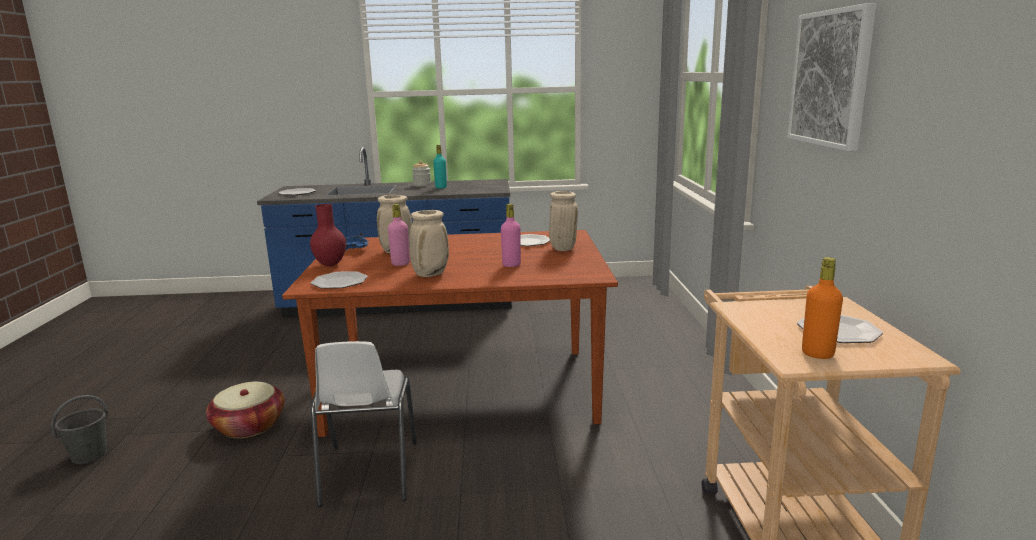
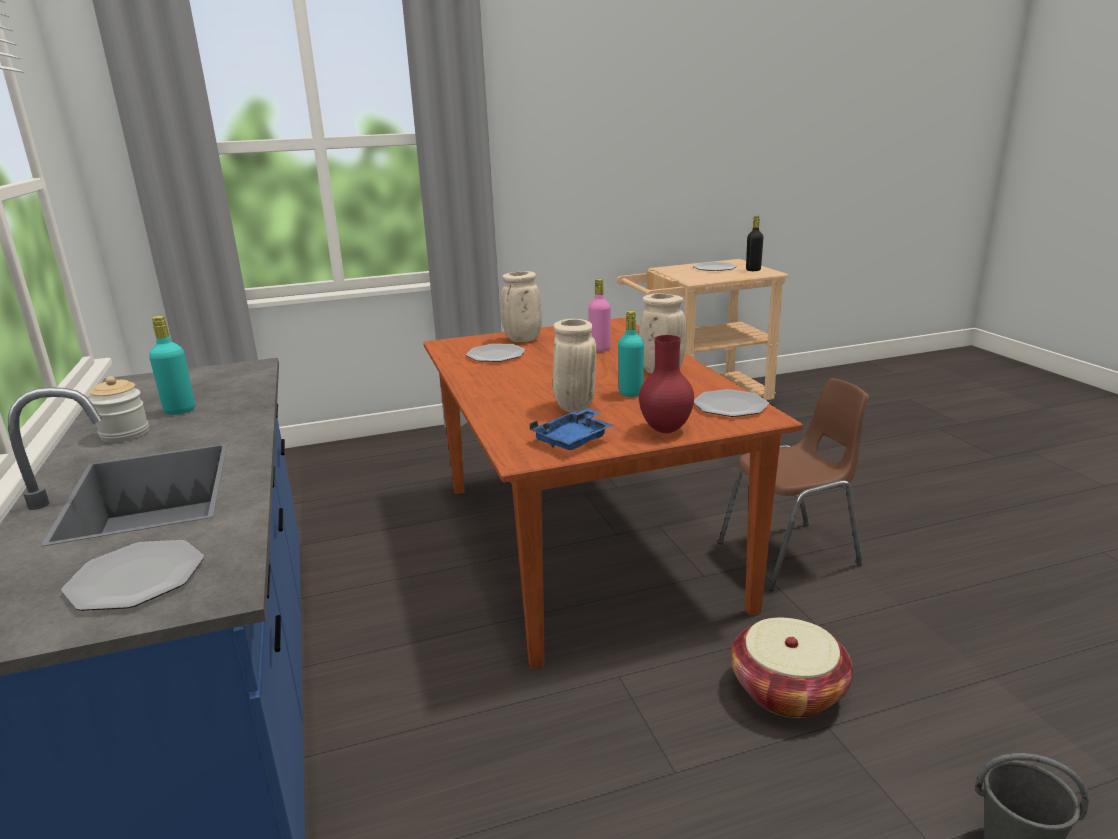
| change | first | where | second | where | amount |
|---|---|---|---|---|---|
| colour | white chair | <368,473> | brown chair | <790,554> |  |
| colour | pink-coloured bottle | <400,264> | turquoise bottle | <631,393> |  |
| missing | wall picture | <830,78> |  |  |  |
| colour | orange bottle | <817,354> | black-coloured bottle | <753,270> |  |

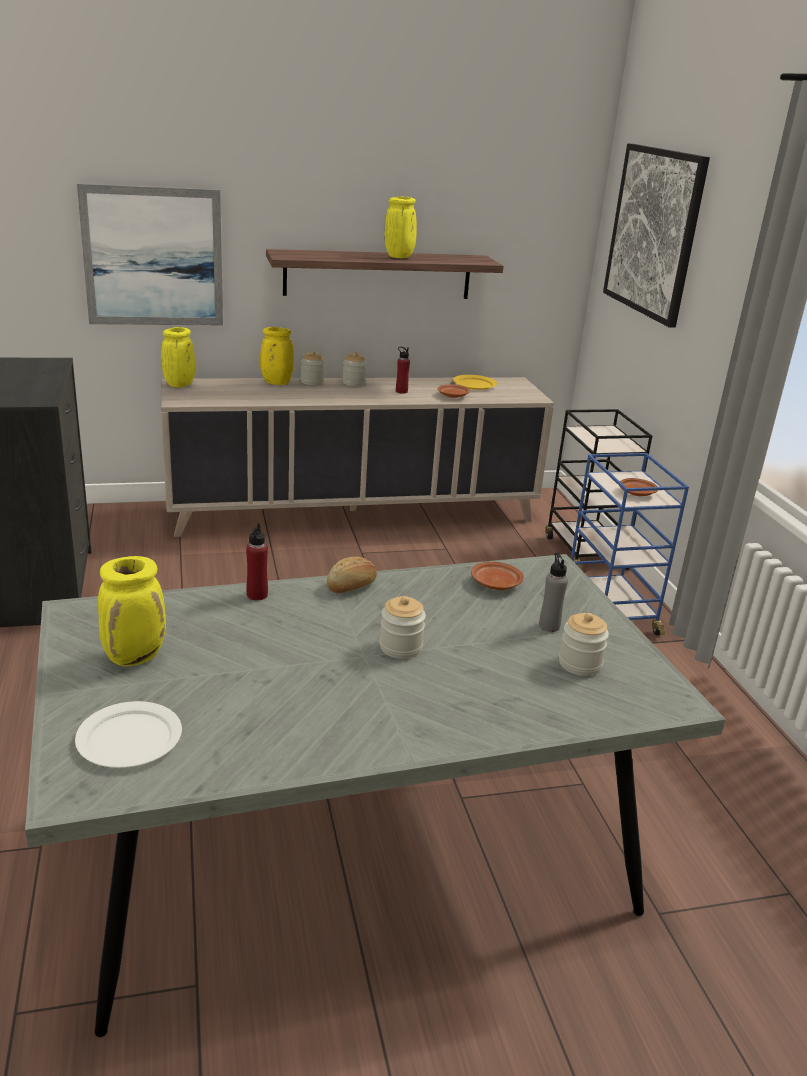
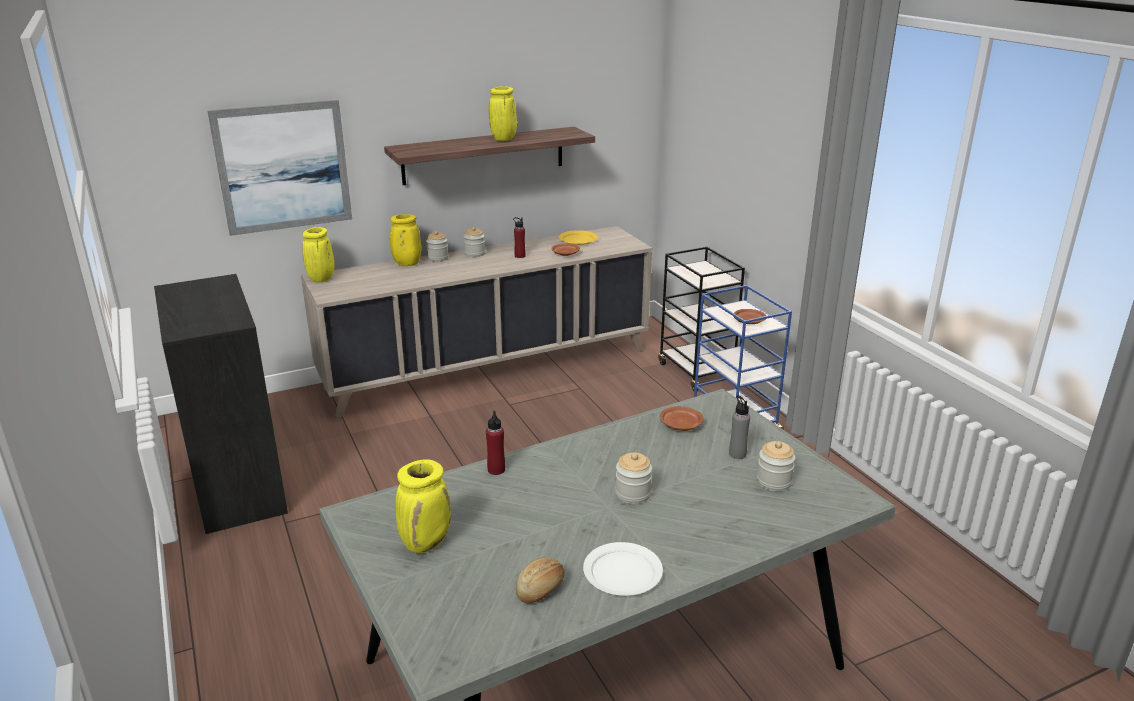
| change | first | where | second | where | amount |
|---|---|---|---|---|---|
| relocated | white flat dish | <130,738> |  | <623,571> |  |
| relocated | bread | <352,586> |  | <541,589> |  |
| missing | wall picture | <654,232> |  |  |  |

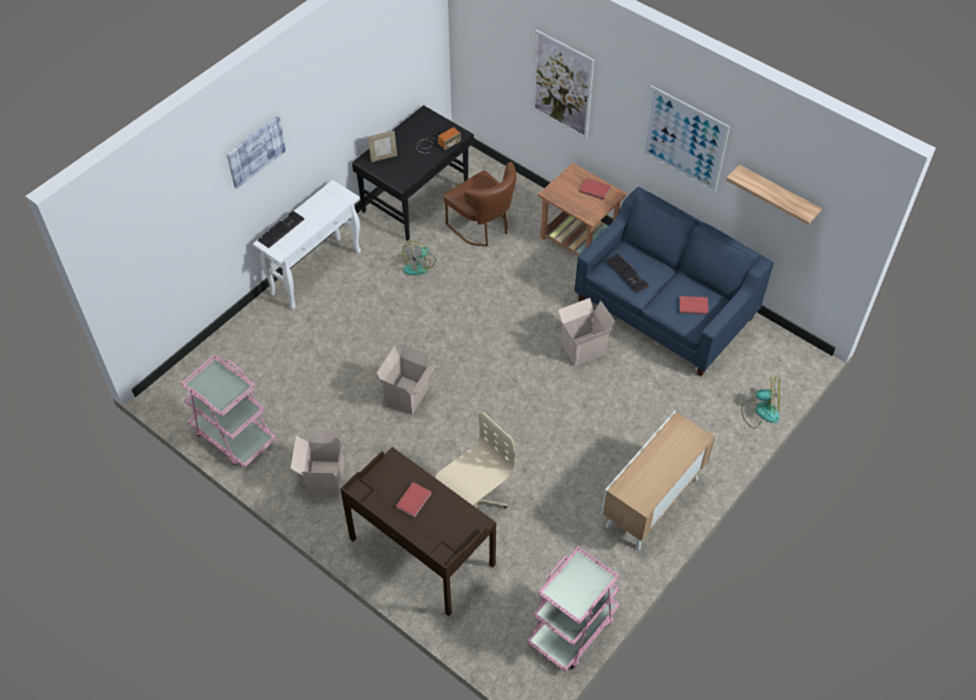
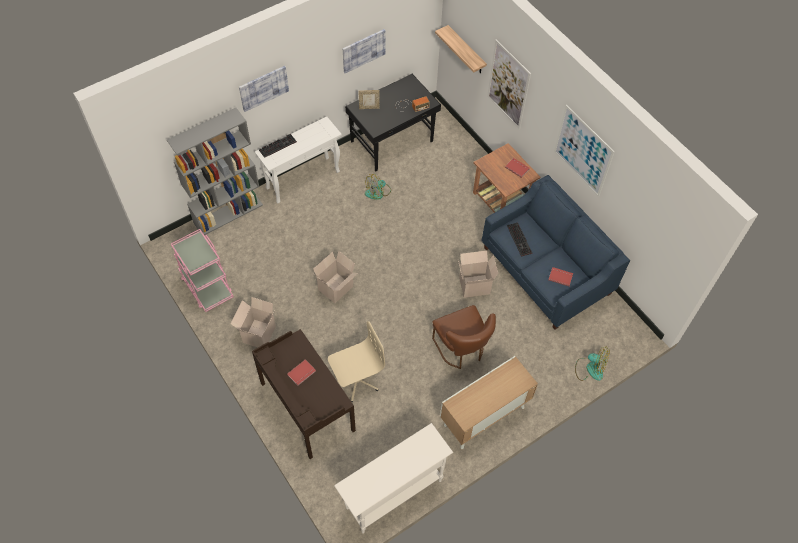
| change | first | where | second | where | amount |
|---|---|---|---|---|---|
| relocated | brown chair | <482,227> |  | <461,349> |  |
| exchanged | pink-coloured cart | <572,629> | white hall table | <393,494> |  |
| relocated | shelf | <777,195> |  | <466,50> |  |
| appeared |  |  | grey shelving unit | <228,213> |  |
| appeared |  |  | wall picture | <363,50> |  |

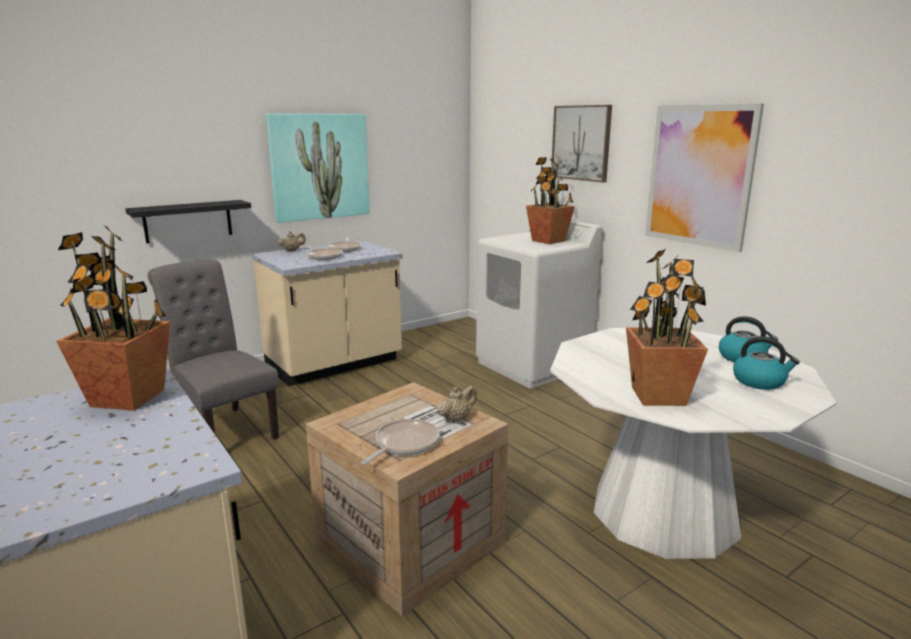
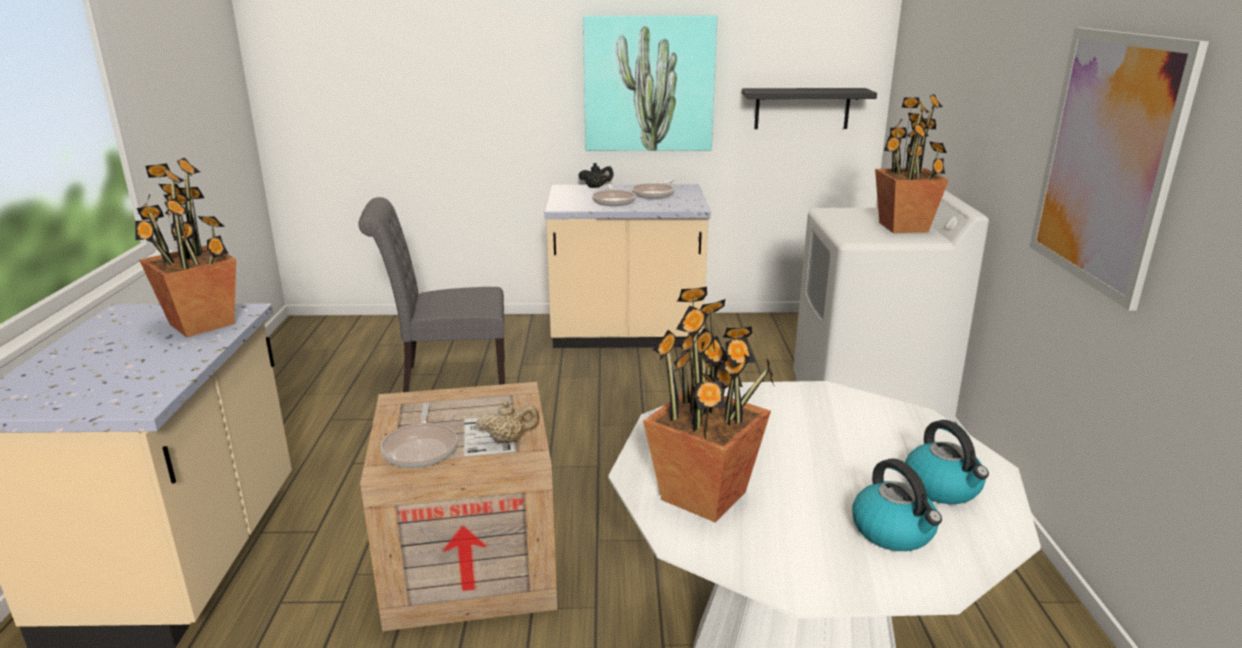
| change | first | where | second | where | amount |
|---|---|---|---|---|---|
| relocated | black-coloured shelf | <188,221> |  | <802,108> |  |
| spun | grey chair | <224,430> |  | <447,378> | 90 degrees counterclockwise |
| colour | sand-coloured tea pot | <292,251> | black-coloured tea pot | <596,187> |  |
| spun | pan | <404,444> |  | <421,448> | 105 degrees clockwise |
| missing | wall picture | <581,143> |  |  |  |

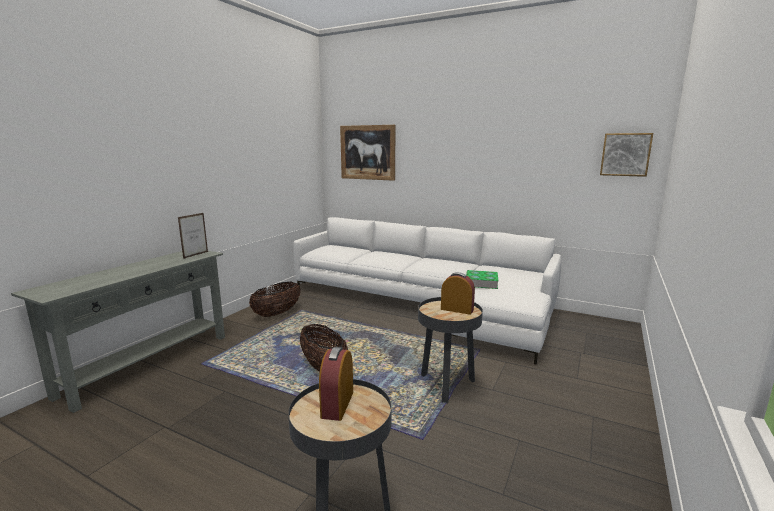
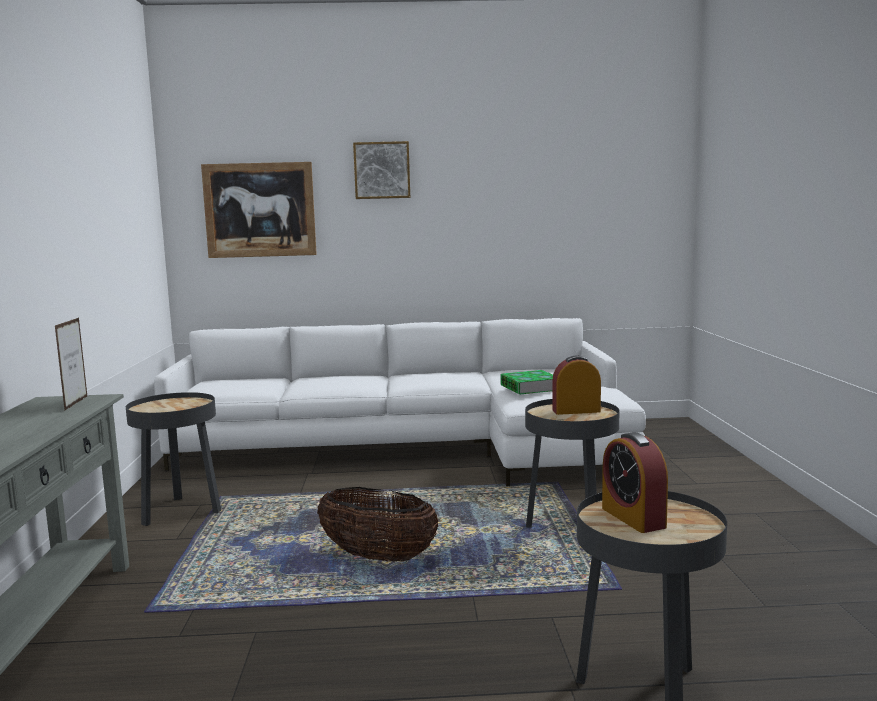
| change | first | where | second | where | amount |
|---|---|---|---|---|---|
| exchanged | storage basket | <277,313> | black-coloured side table | <181,511> |  |
| relocated | wall picture | <625,154> |  | <382,170> |  |

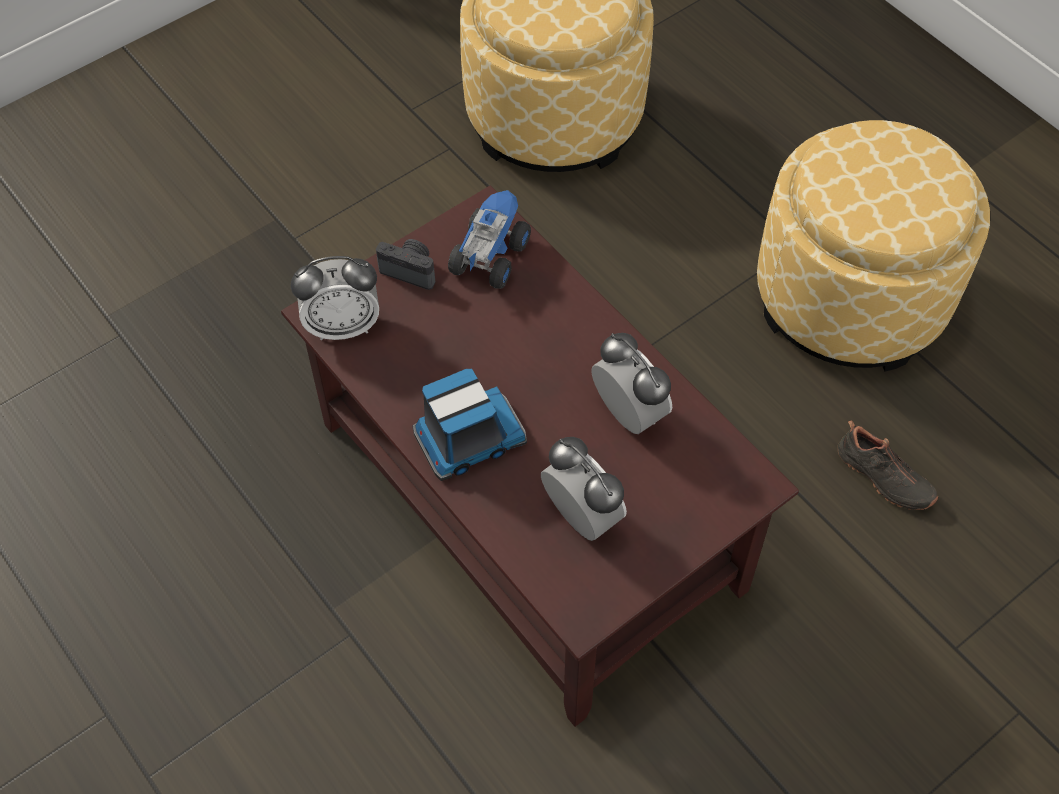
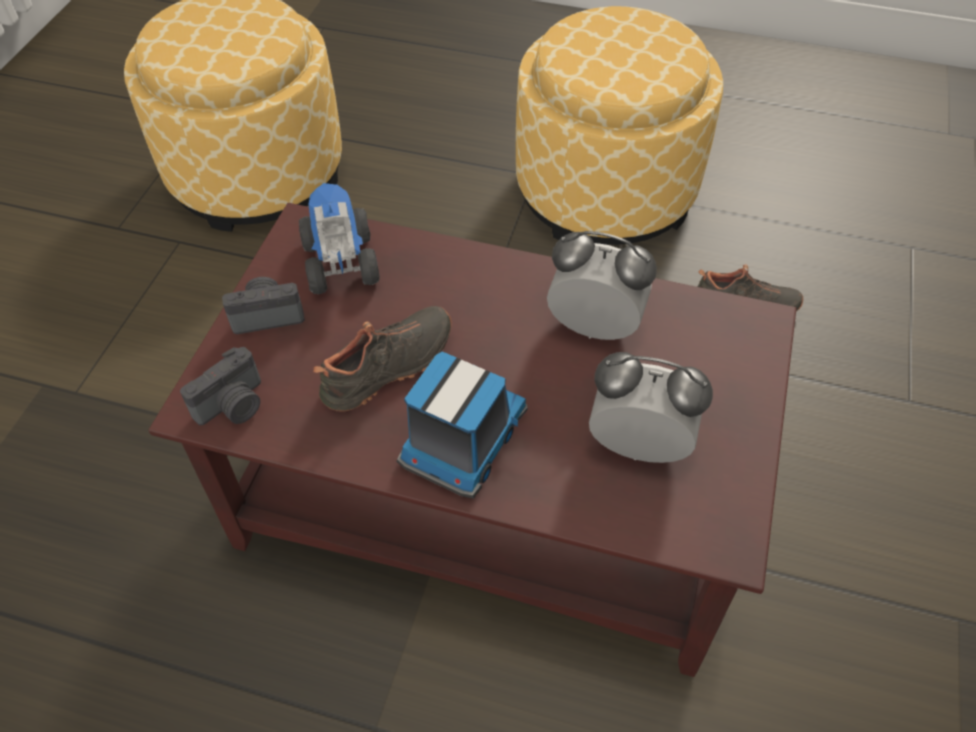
| change | first | where | second | where | amount |
|---|---|---|---|---|---|
| exchanged | bedside clock | <342,325> | still camera | <234,406> |  |
| appeared |  |  | black-coloured shoe | <390,368> |  |

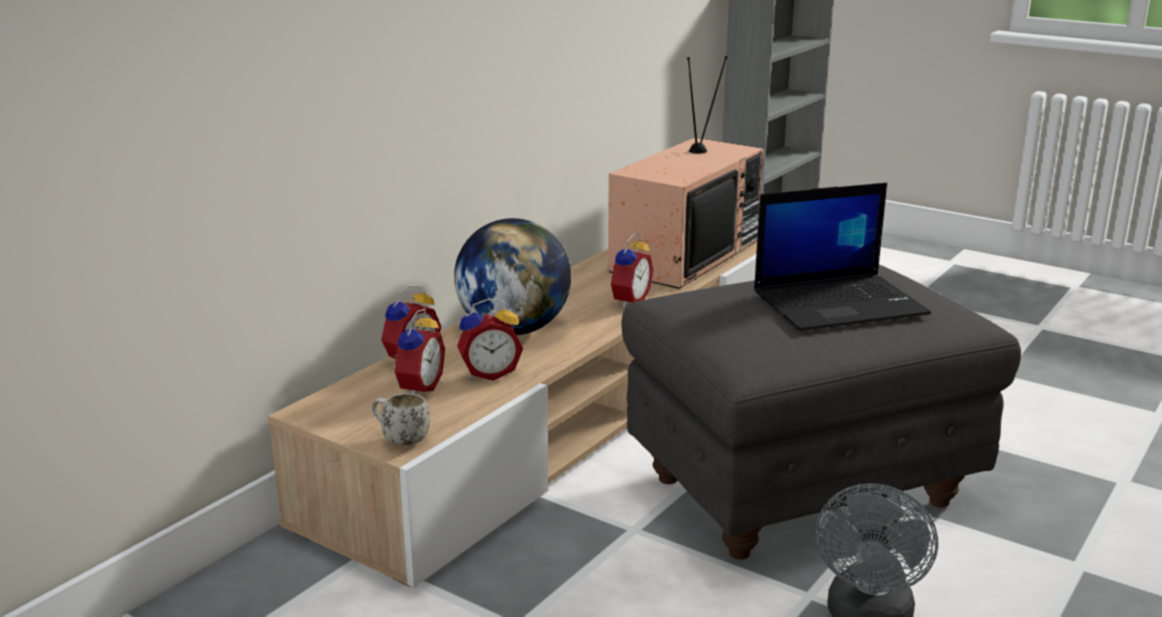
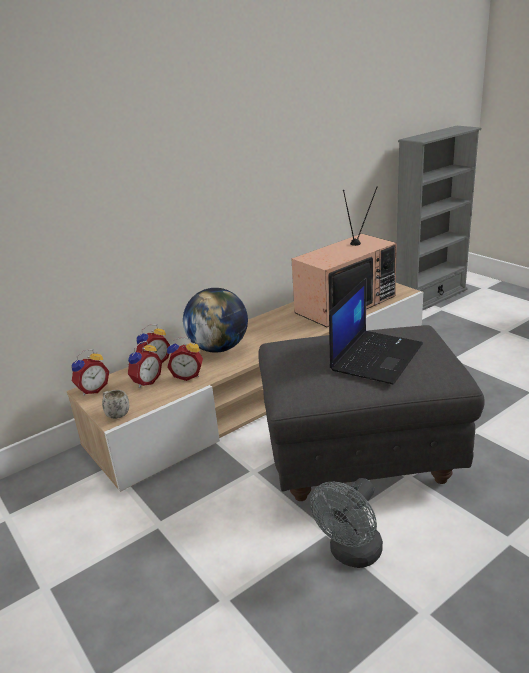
| change | first | where | second | where | amount |
|---|---|---|---|---|---|
| relocated | bedside clock | <628,301> |  | <92,389> |  |
| spun | portable computer | <840,303> |  | <376,356> | 60 degrees counterclockwise |

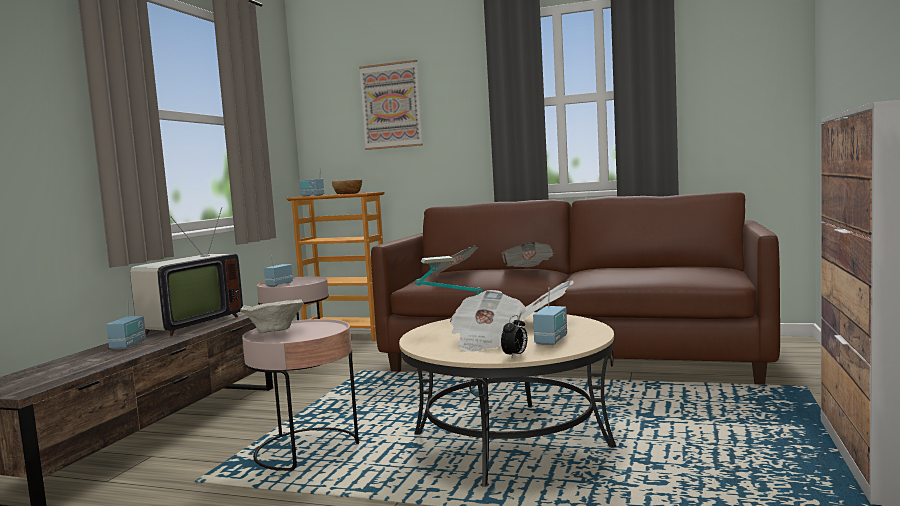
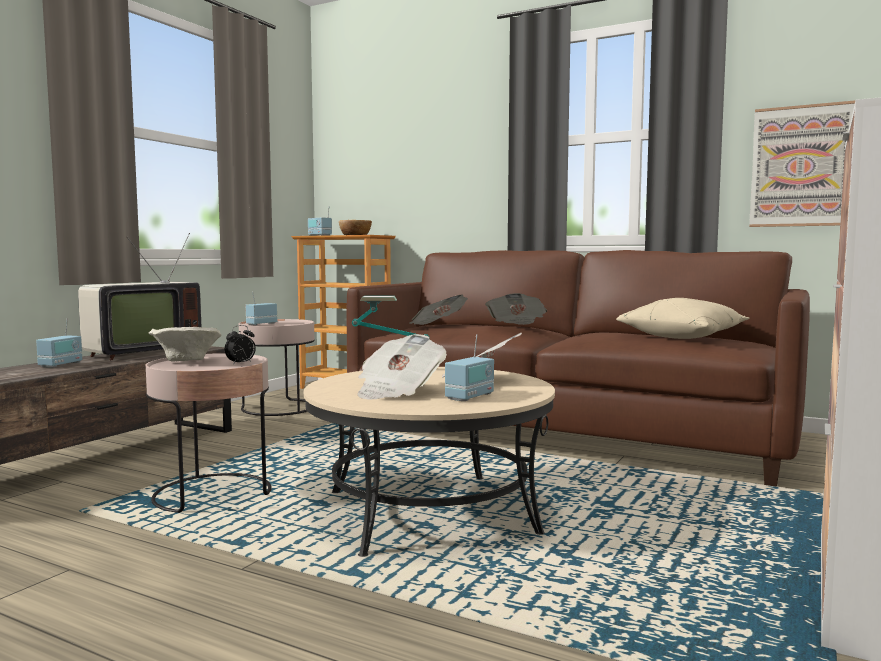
| change | first | where | second | where | amount |
|---|---|---|---|---|---|
| relocated | wall picture | <391,106> |  | <800,166> |  |
| relocated | bedside clock | <515,355> |  | <241,363> |  |
| appeared |  |  | sand-coloured throw pillow | <682,337> |  |

